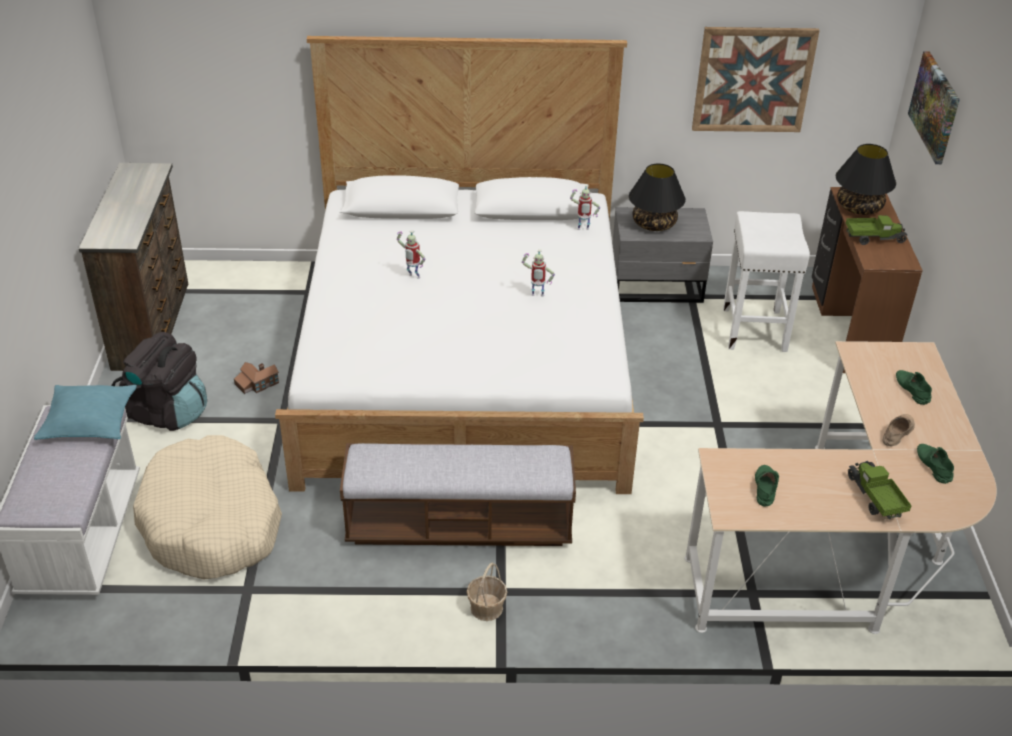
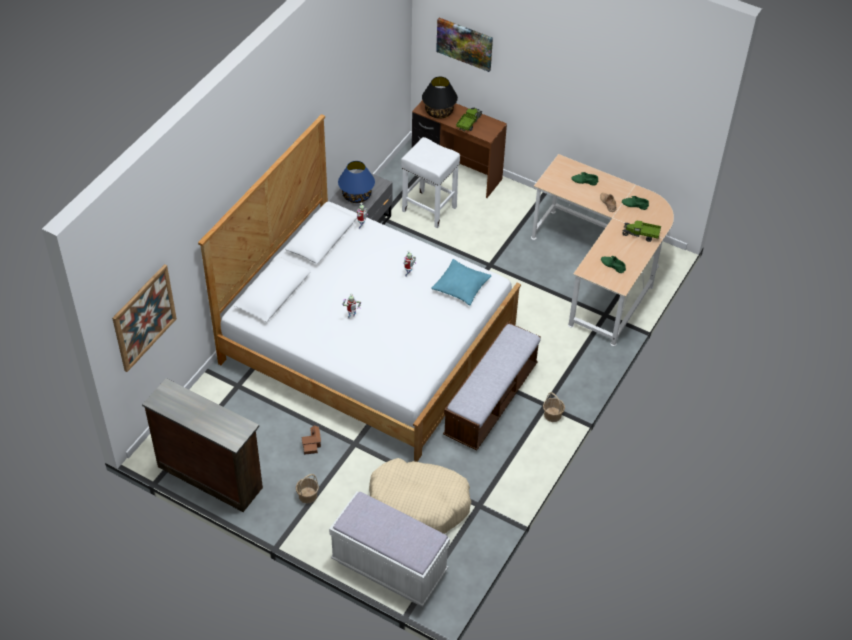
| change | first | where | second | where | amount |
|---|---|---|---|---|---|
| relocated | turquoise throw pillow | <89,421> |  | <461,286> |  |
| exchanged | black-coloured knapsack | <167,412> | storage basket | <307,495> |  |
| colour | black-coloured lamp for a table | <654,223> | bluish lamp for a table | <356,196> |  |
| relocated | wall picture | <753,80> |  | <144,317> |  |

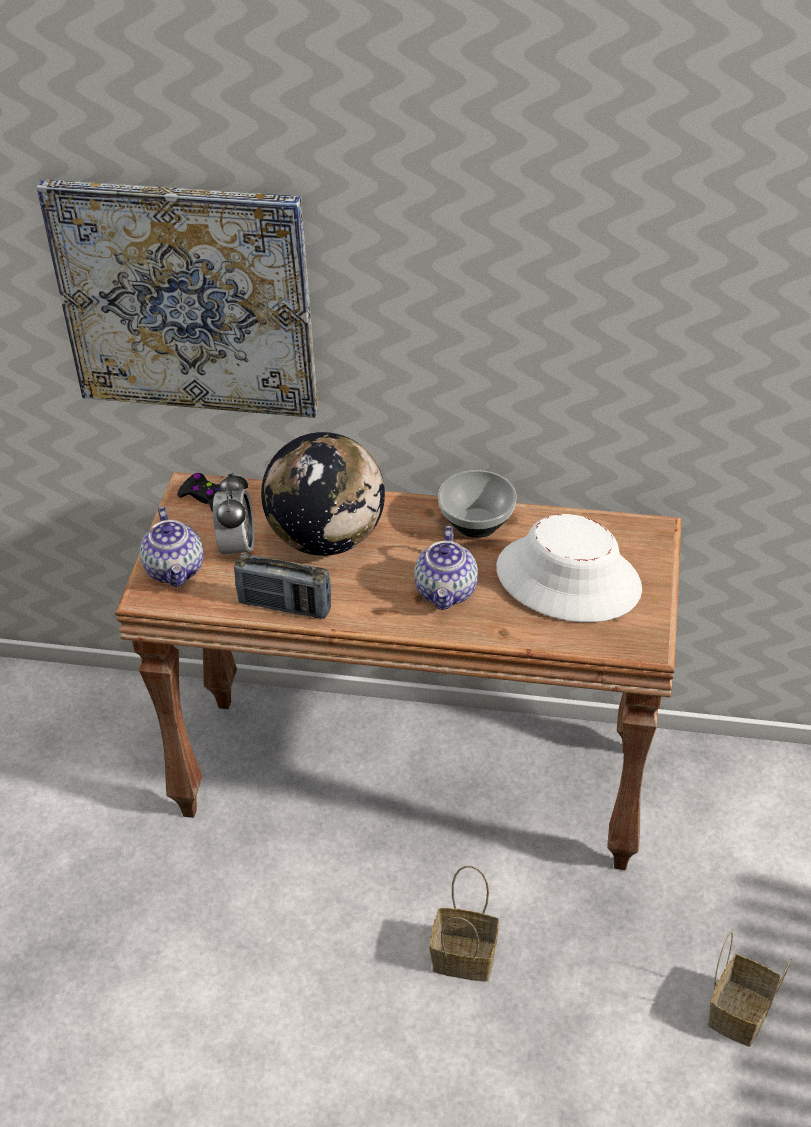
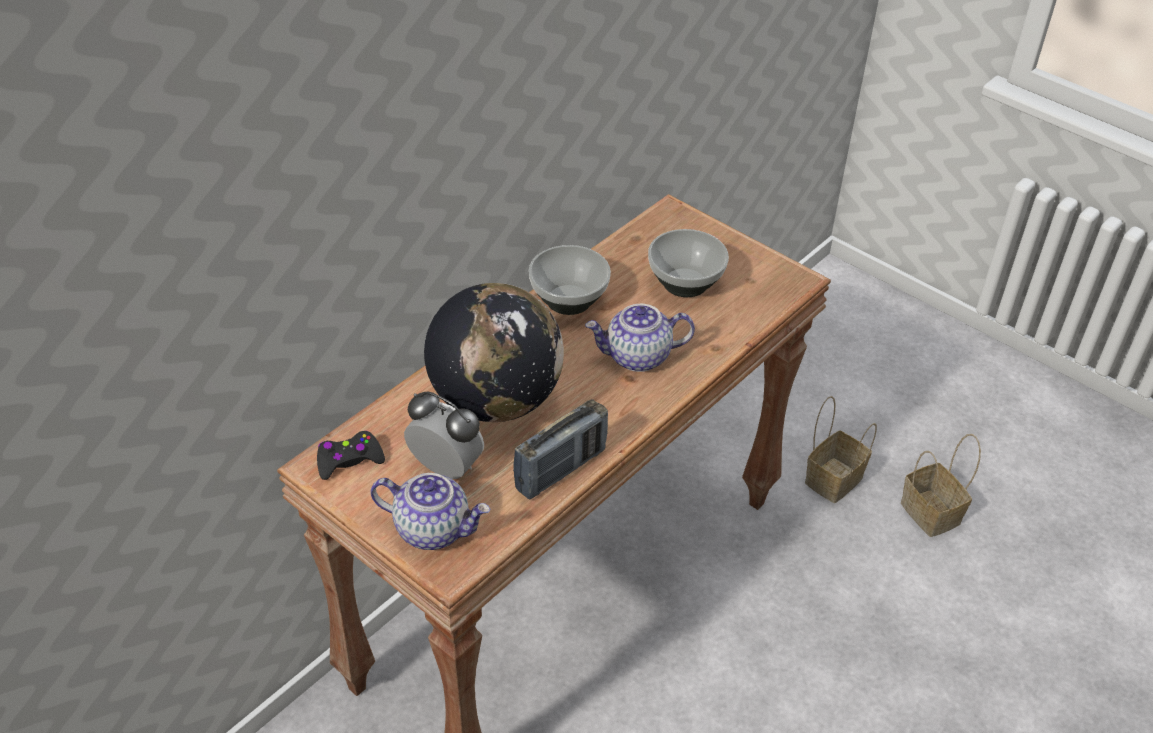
| change | first | where | second | where | amount |
|---|---|---|---|---|---|
| missing | wall picture | <186,299> |  |  |  |
| spun | tea pot | <447,591> |  | <637,357> | 135 degrees clockwise |
| relocated | storage basket | <466,956> |  | <834,478> |  |
| exchanged | white hat | <568,579> | bowl | <685,282> |  |

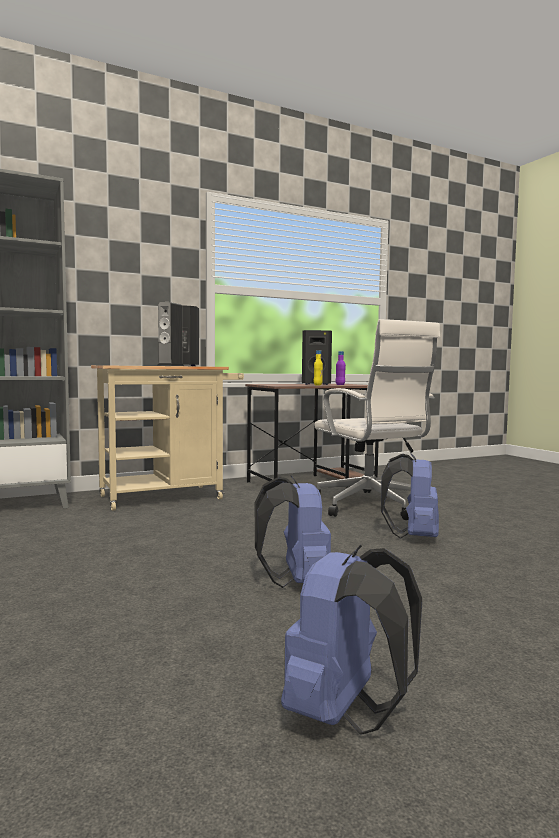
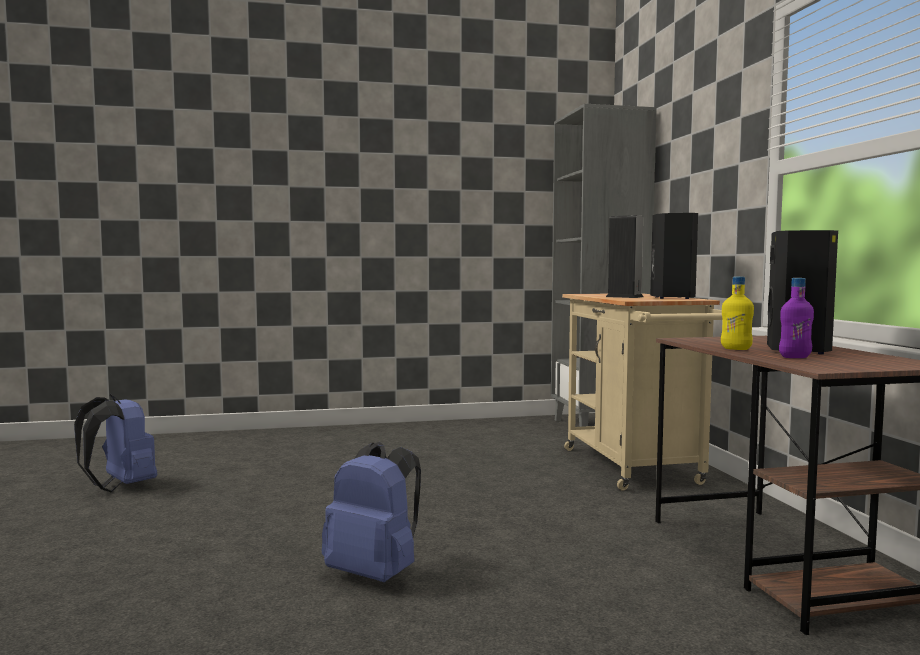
| change | first | where | second | where | amount |
|---|---|---|---|---|---|
| missing | bluish knapsack | <296,582> |  |  |  |
| missing | white computer chair | <370,506> |  |  |  |

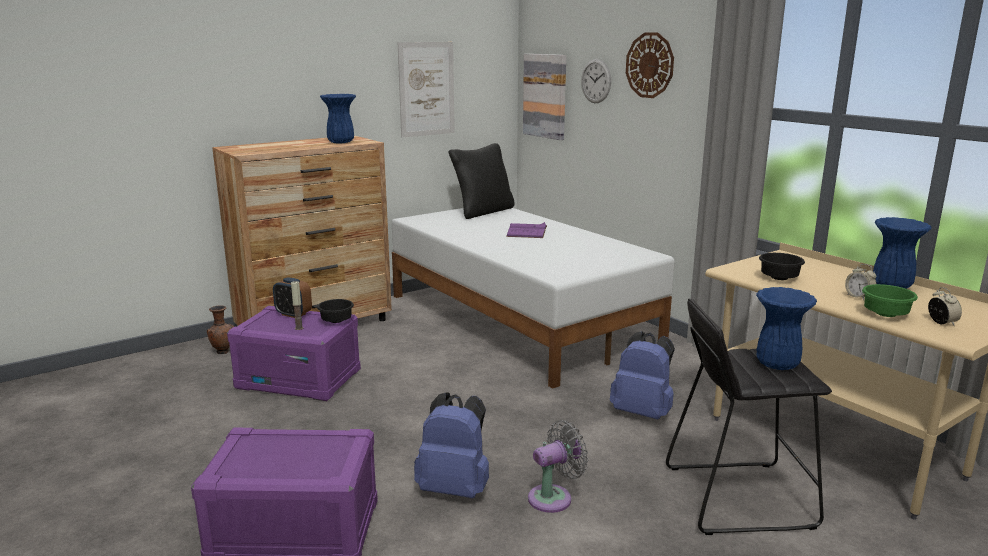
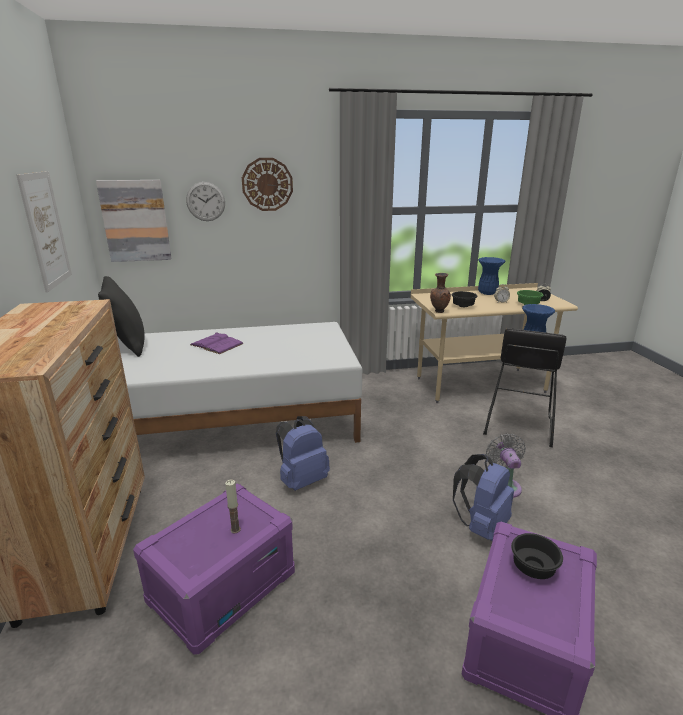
| change | first | where | second | where | amount |
|---|---|---|---|---|---|
| relocated | brown flower vase | <223,352> |  | <438,311> |  |
| missing | bedside clock | <293,314> |  |  |  |
| relocated | black-coloured bowl | <335,321> |  | <533,569> |  |
| missing | bluish flower vase | <341,142> |  |  |  |
| relocated | bluish knapsack | <643,412> |  | <302,480> |  |

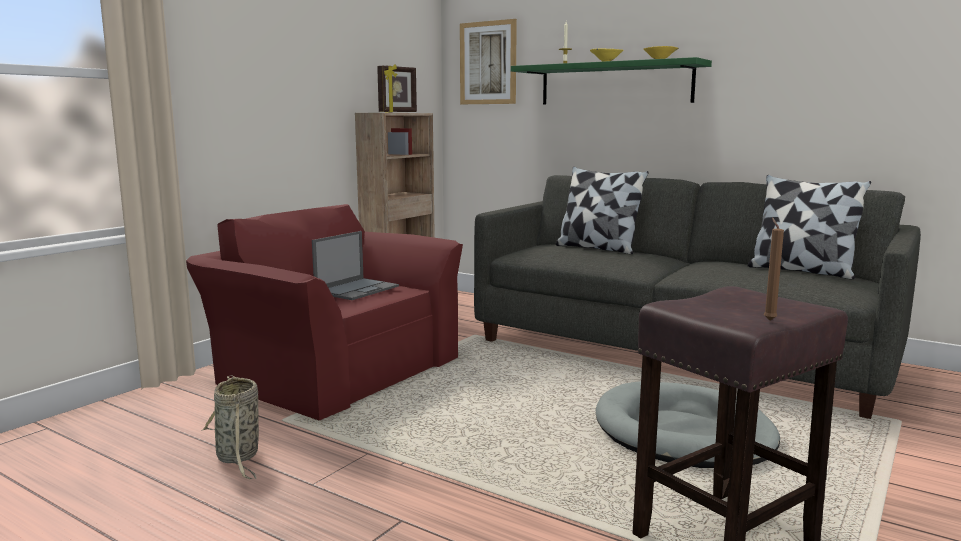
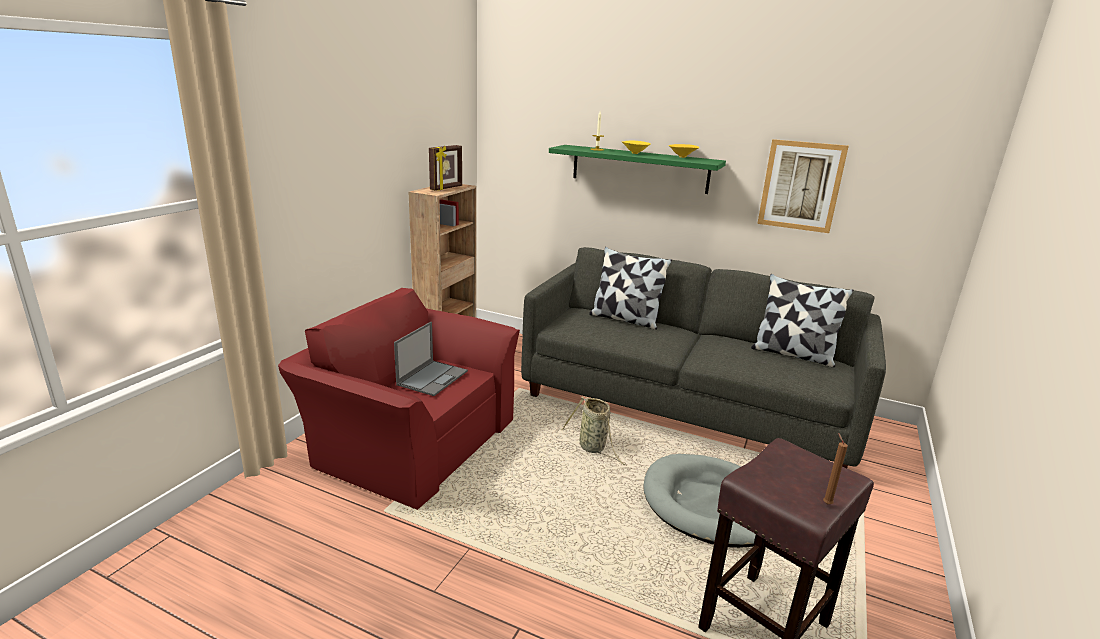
| change | first | where | second | where | amount |
|---|---|---|---|---|---|
| relocated | storage basket | <238,457> |  | <593,448> |  |
| relocated | wall picture | <488,63> |  | <801,186> |  |

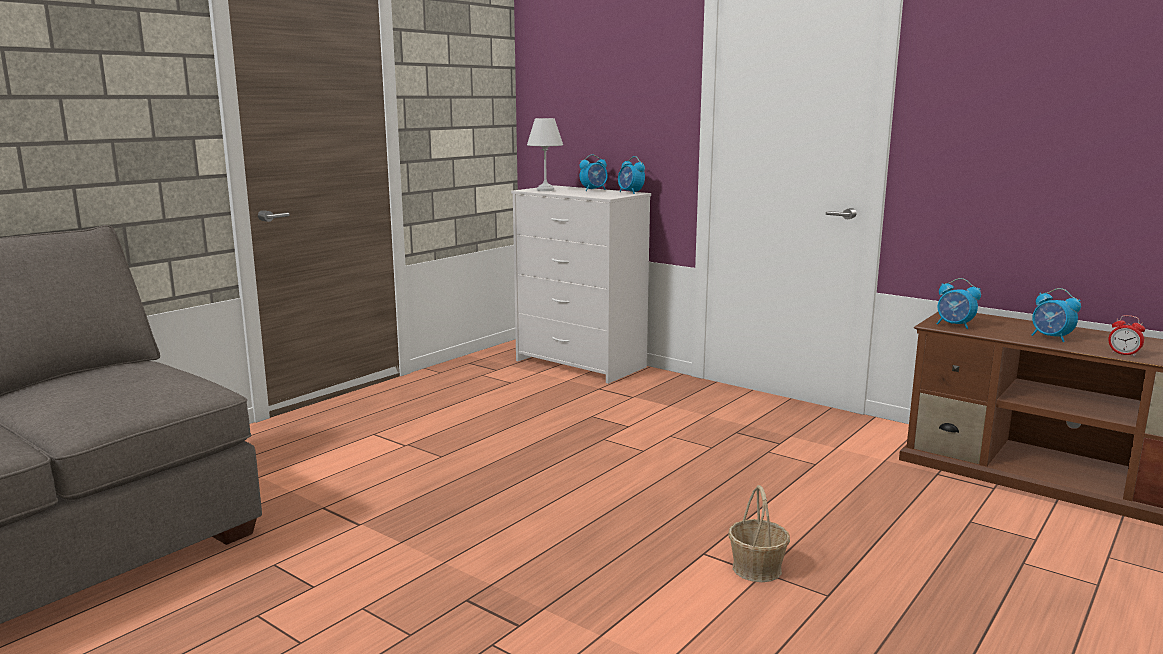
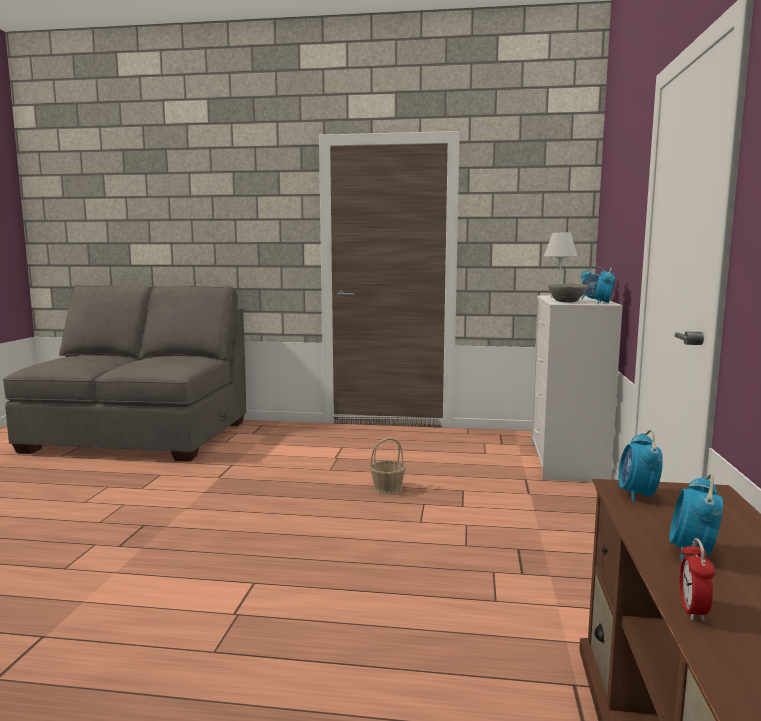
| change | first | where | second | where | amount |
|---|---|---|---|---|---|
| relocated | storage basket | <757,568> |  | <388,489> |  |
| appeared |  |  | grey bowl | <566,301> |  |

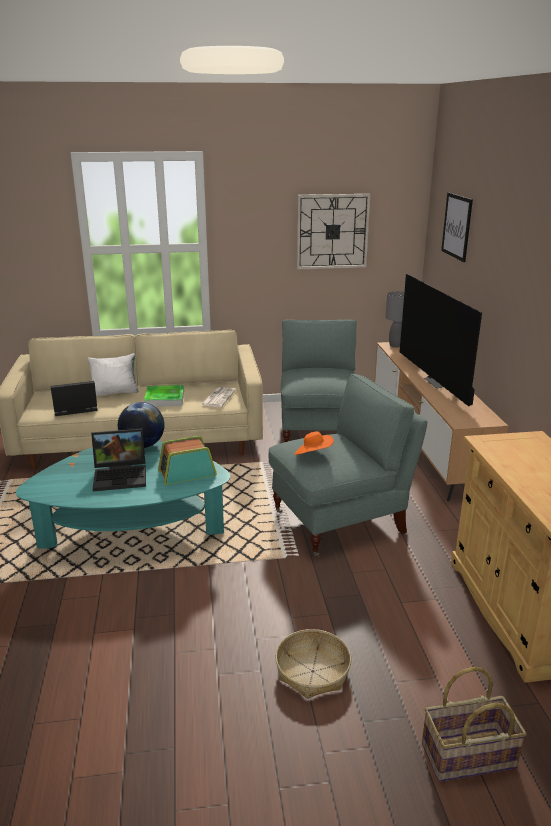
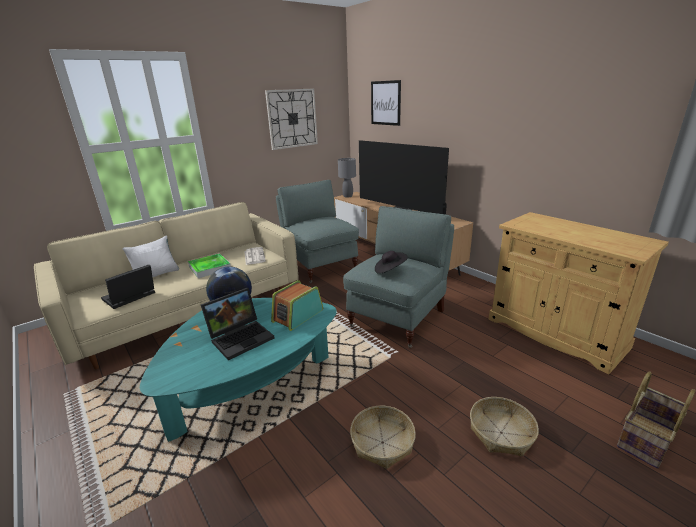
| change | first | where | second | where | amount |
|---|---|---|---|---|---|
| colour | orange hat | <313,455> | black-coloured hat | <390,270> |  |
| appeared |  |  | storage basket | <382,442> |  |

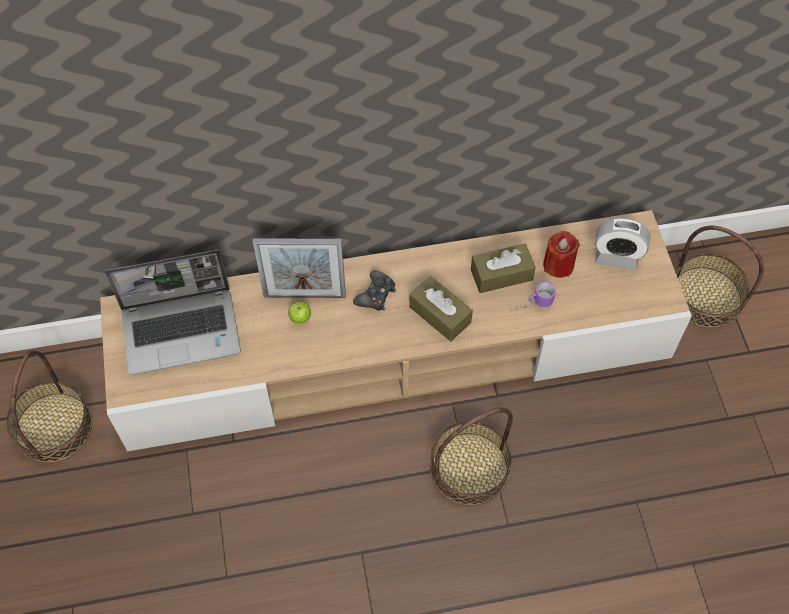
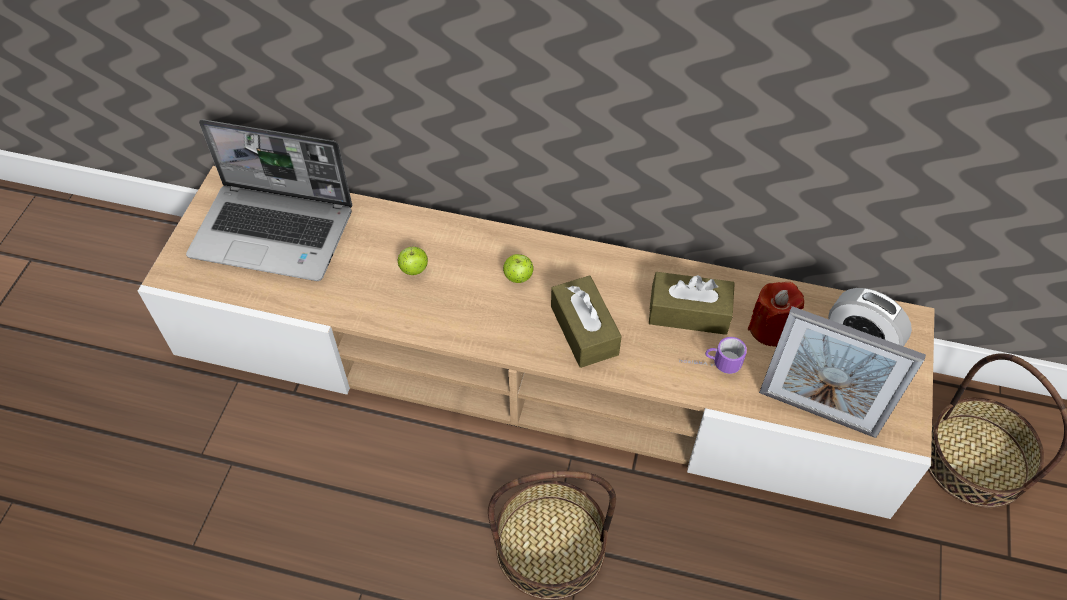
| change | first | where | second | where | amount |
|---|---|---|---|---|---|
| missing | storage basket | <53,427> |  |  |  |
| relocated | picture frame | <304,296> |  | <817,412> |  |
| exchanged | black-coloured game controller | <376,295> | apple | <518,277> |  |

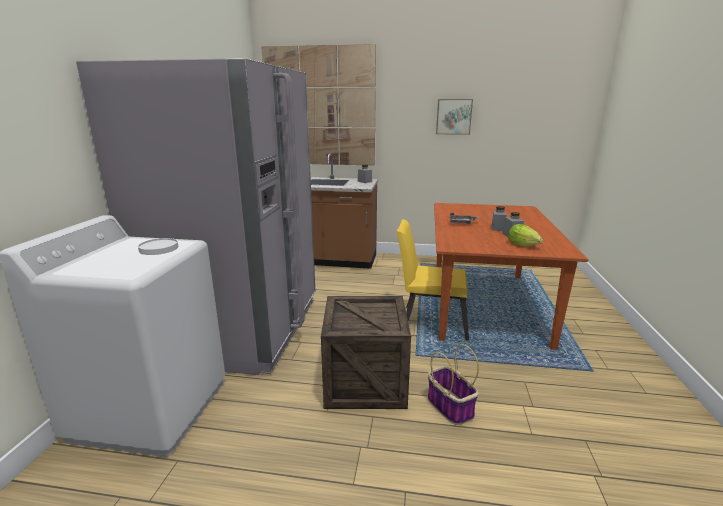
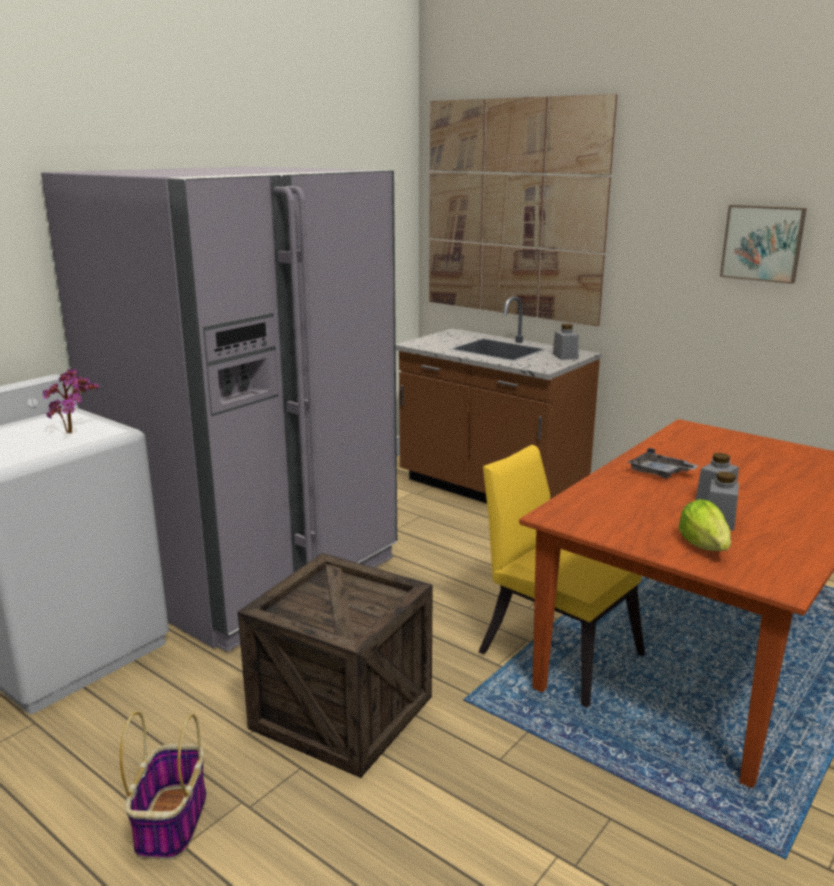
| change | first | where | second | where | amount |
|---|---|---|---|---|---|
| exchanged | white flat dish | <158,248> | potted plant | <74,433> |  |
| relocated | storage basket | <449,406> |  | <171,821> |  |

